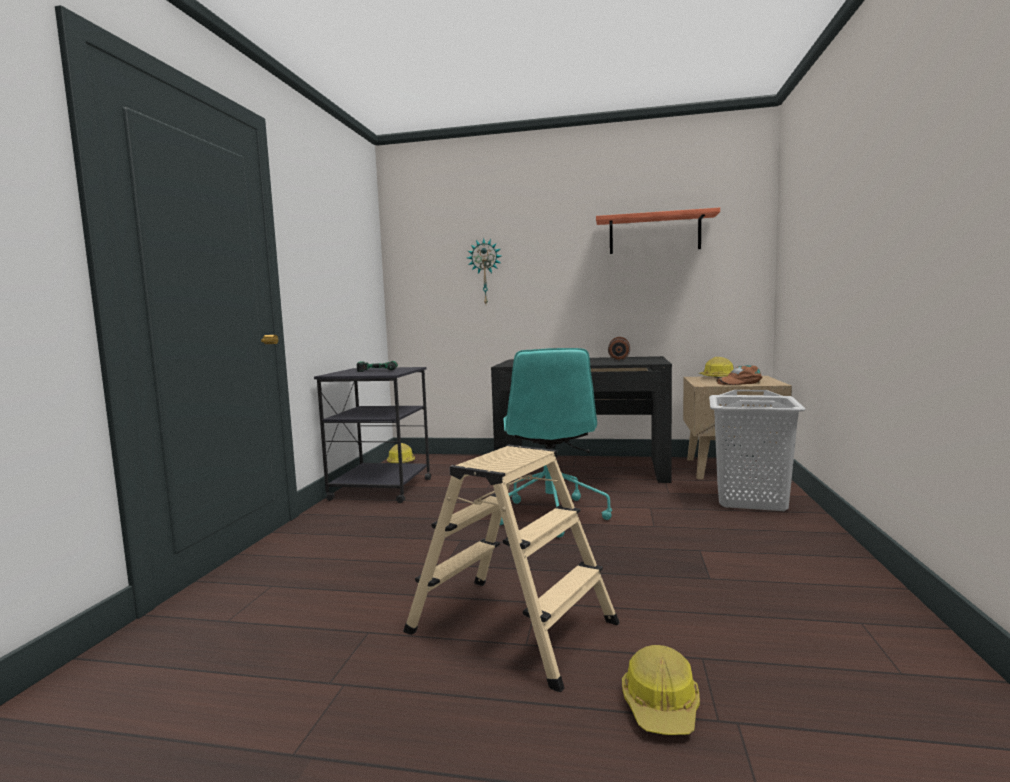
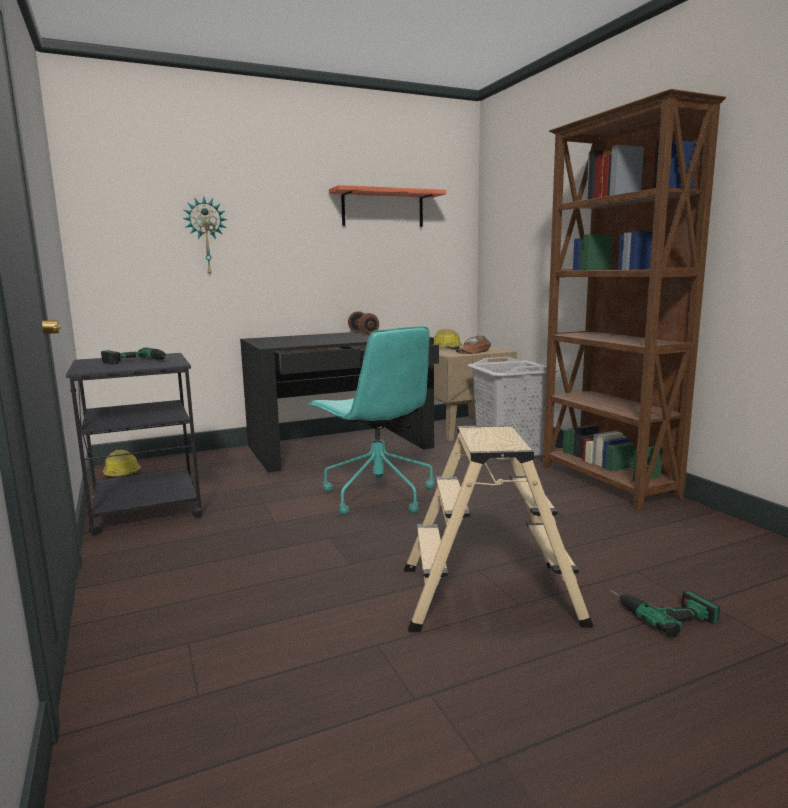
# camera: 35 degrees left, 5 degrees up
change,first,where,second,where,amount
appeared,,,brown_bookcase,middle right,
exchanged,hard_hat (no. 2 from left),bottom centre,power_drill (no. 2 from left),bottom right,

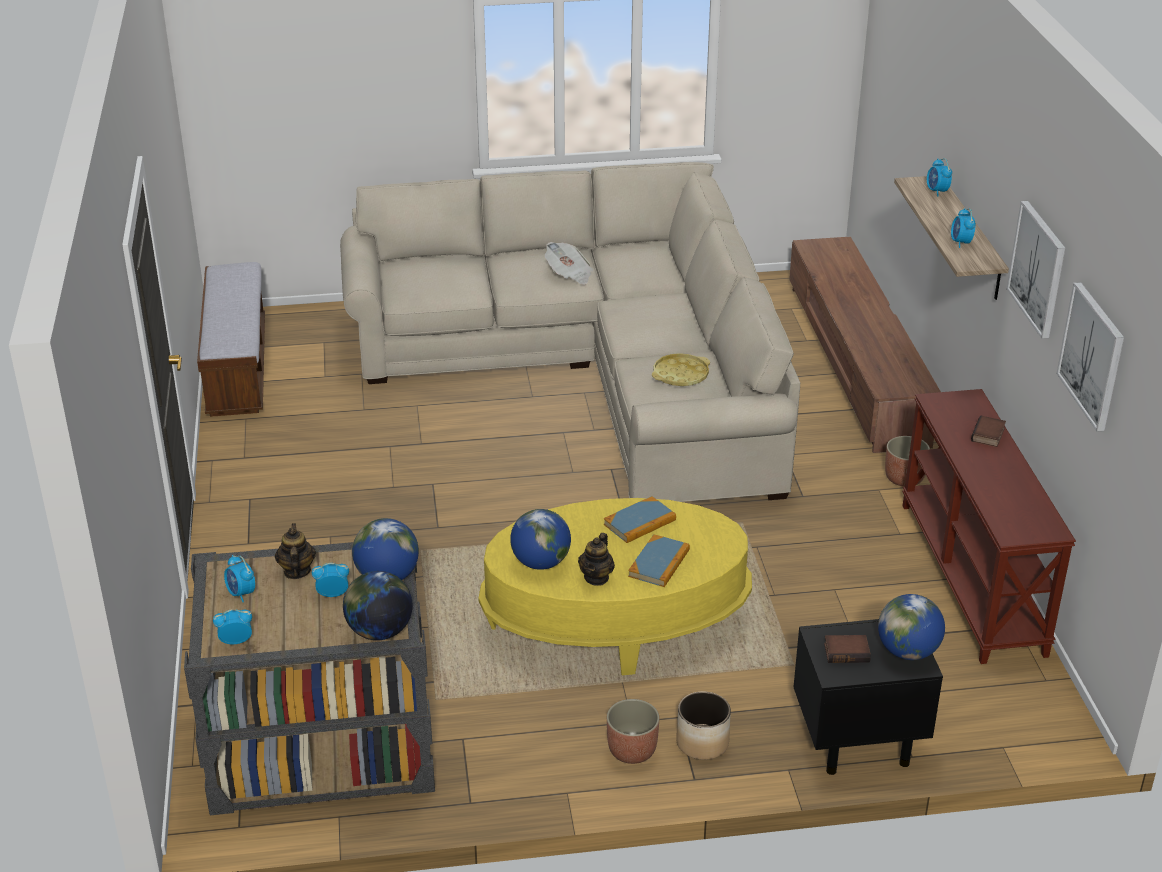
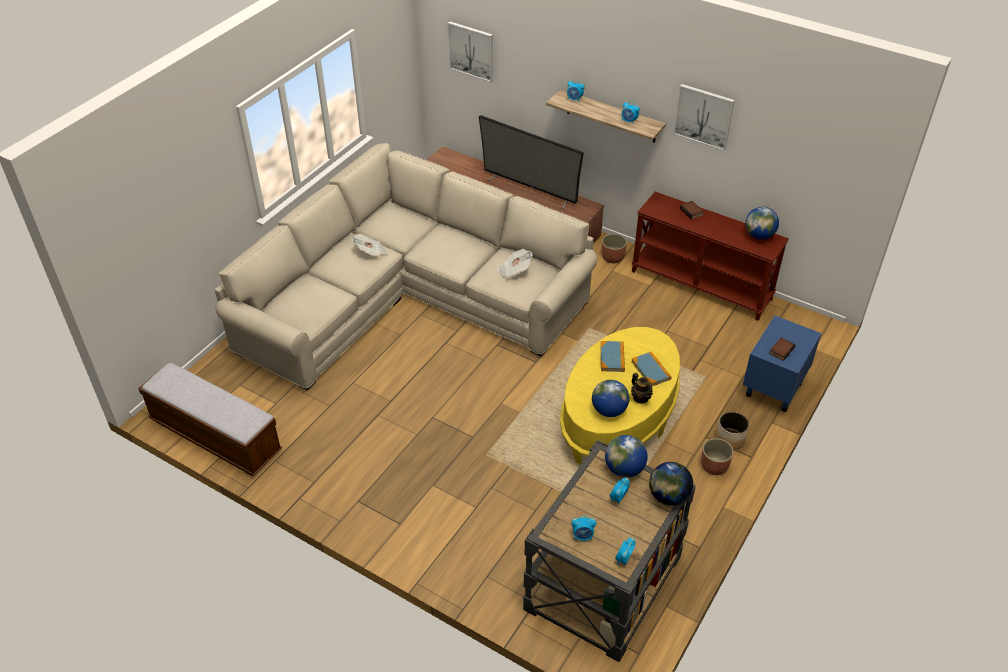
# camera: 50 degrees left, 10 degrees up
change,first,where,second,where,amount
missing,teapot (no. 1 from left),middle left,,,
appeared,,,television,top centre,
relocated,globe (no. 4 from left),bottom right,,top right,
relocated,picture (no. 2 from left in the first image),middle right,picture (no. 1 from left),top centre,
exchanged,yellow_tray,centre,newspaper (no. 2 from left),centre,
colour,black_nightstand,bottom right,blue_nightstand,middle right,

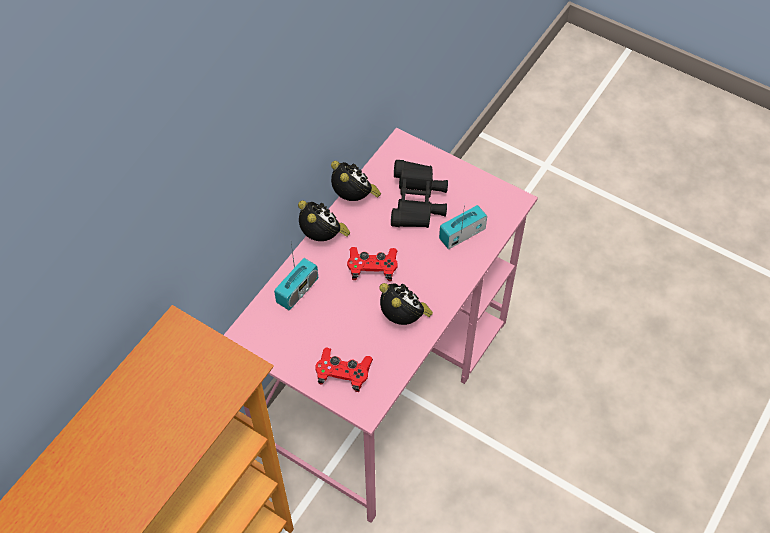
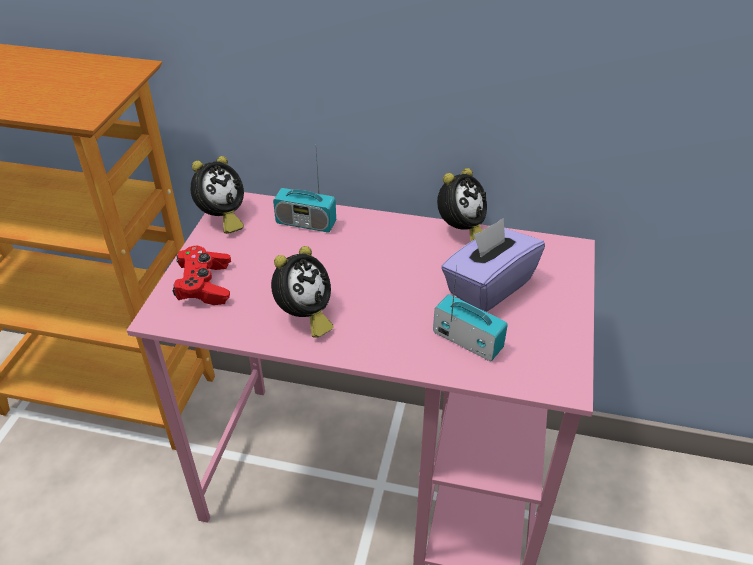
# camera: 70 degrees right, 15 degrees down
change,first,where,second,where,amount
missing,red_game_controller (no. 2 from left),centre,,,
relocated,alarm_clock (no. 1 from left),centre,,middle left,
exchanged,black_binoculars,centre,purple_tissue_box,centre,

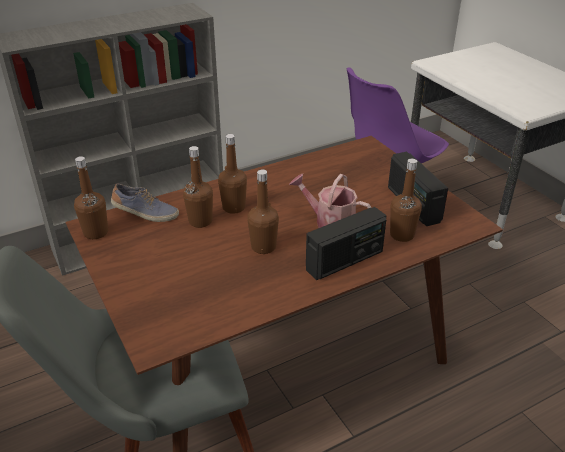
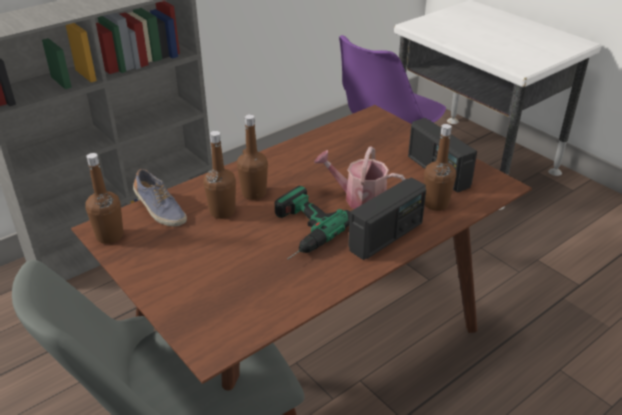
# camera: 10 degrees left, 0 degrees up
change,first,where,second,where,amount
exchanged,brown_bottle (no. 4 from left),centre,power_drill,centre,
spun,shoe,middle left,,middle left,45 degrees clockwise

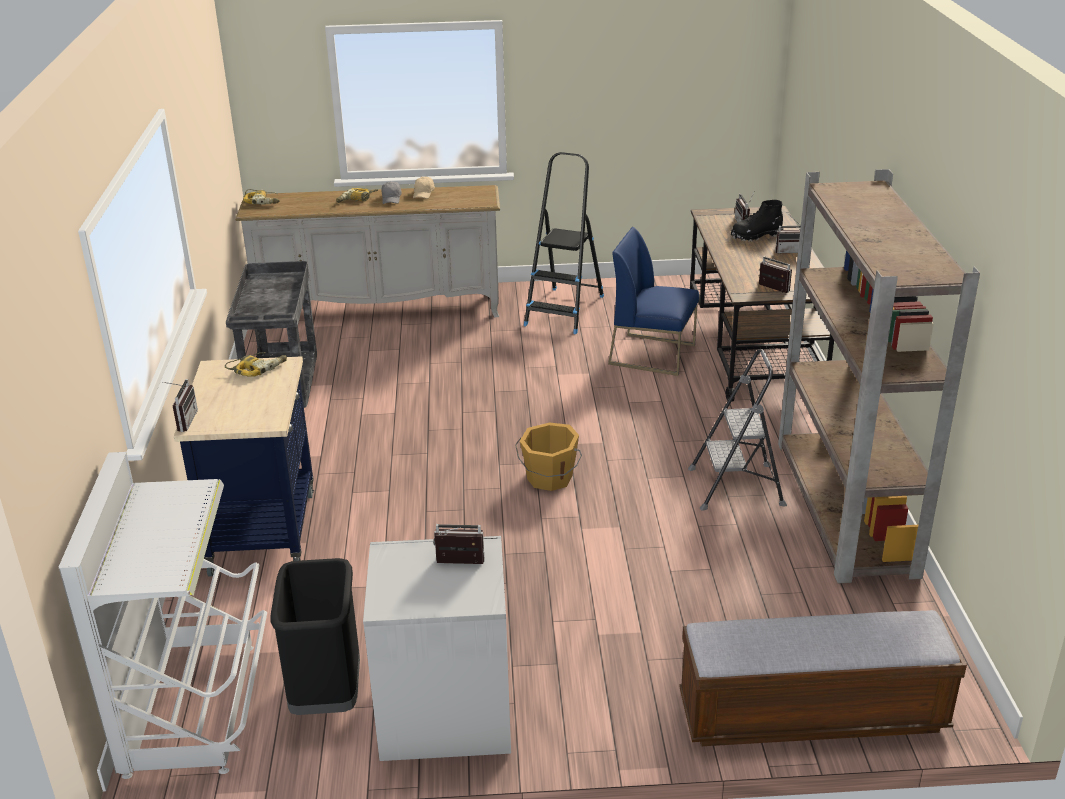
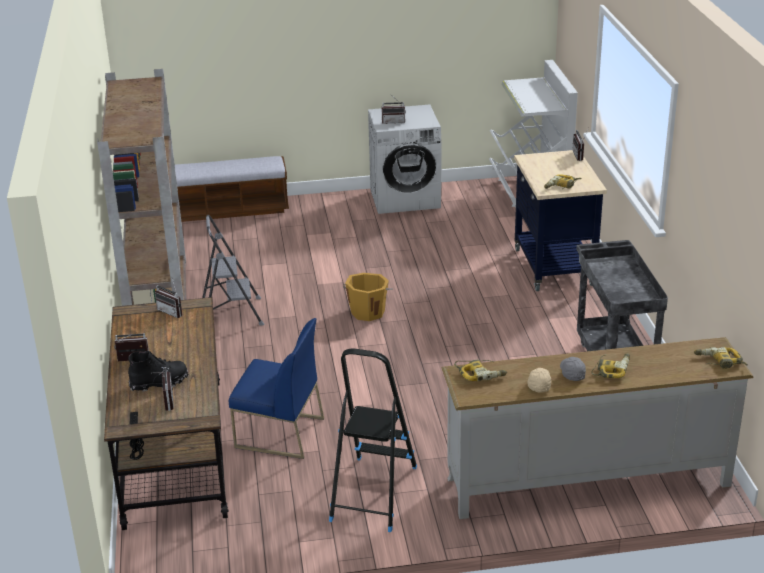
# camera: 175 degrees right, 0 degrees up
change,first,where,second,where,amount
missing,black_trash_can,bottom left,,,
appeared,,,power_drill (no. 1 from left),centre,

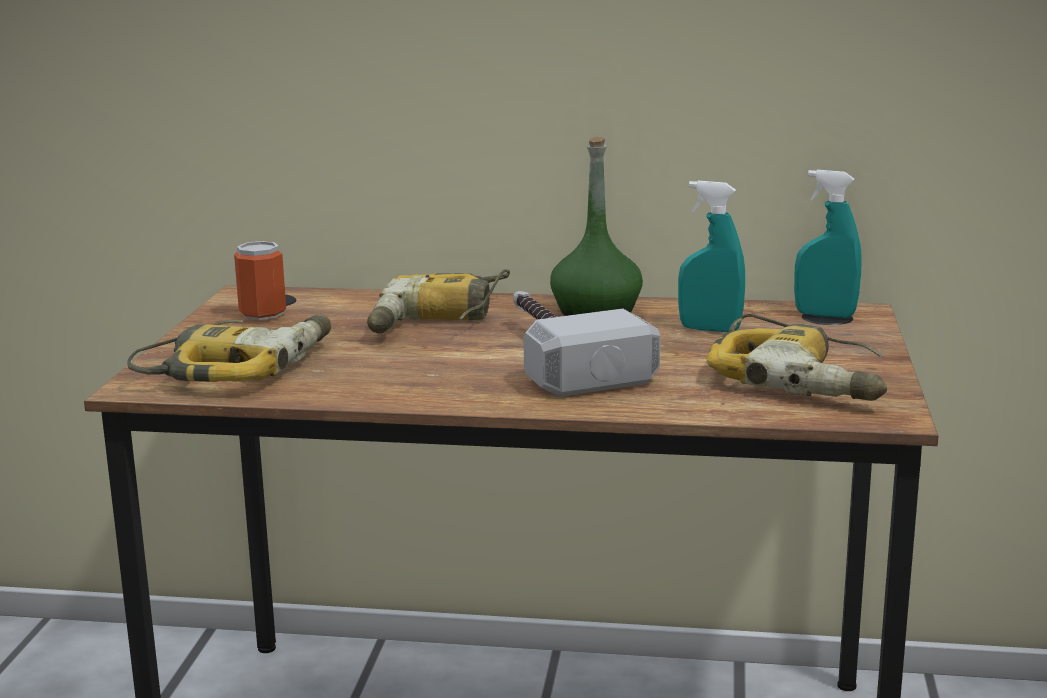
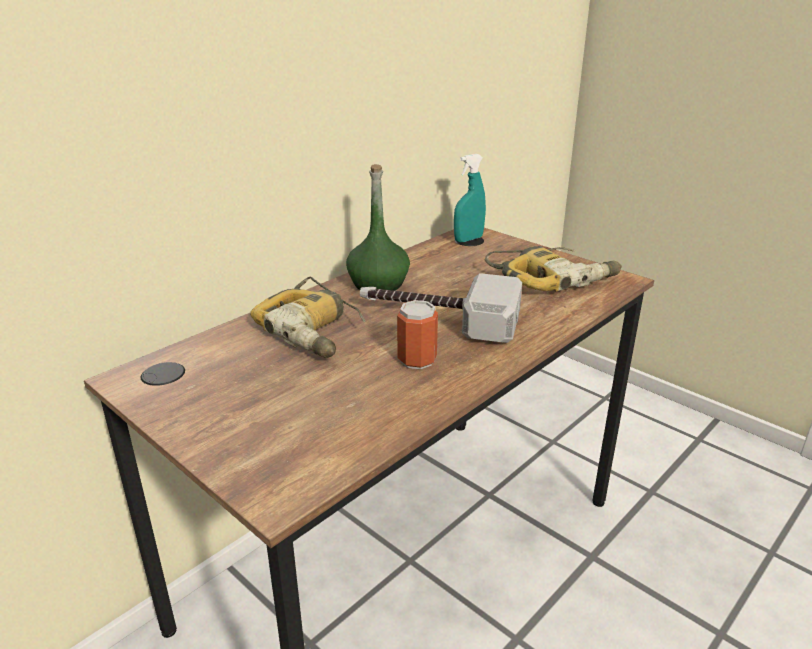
# camera: 55 degrees left, 10 degrees up
change,first,where,second,where,amount
missing,power_drill (no. 1 from left),middle left,,,
missing,turquoise_spray_bottle (no. 1 from left),middle right,,,
relocated,can,middle left,,centre,

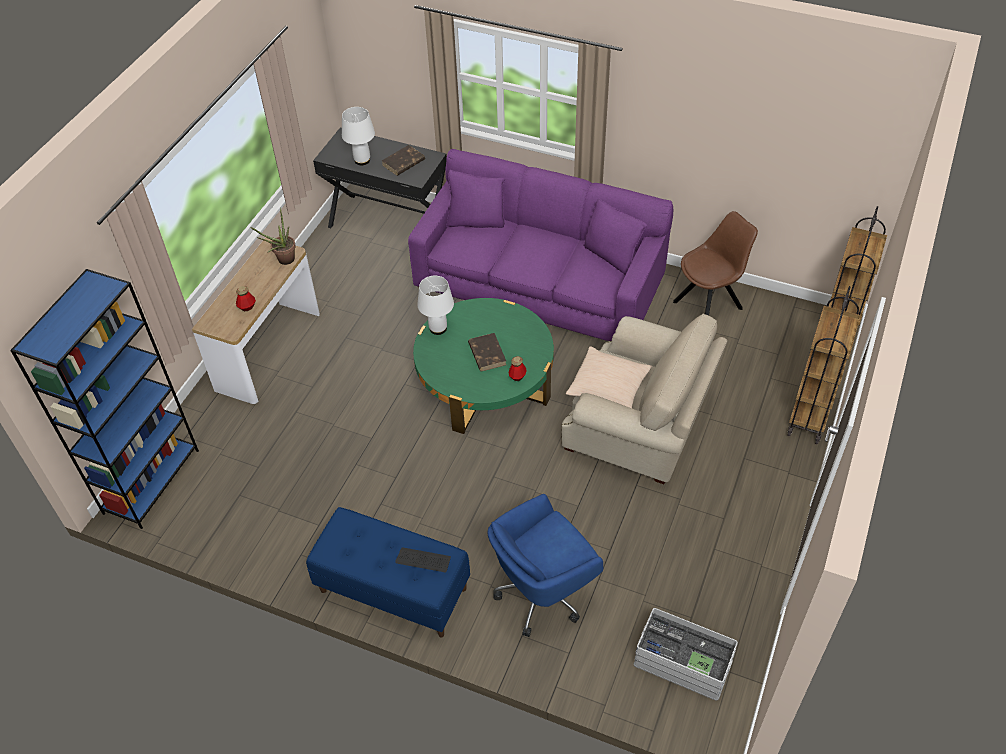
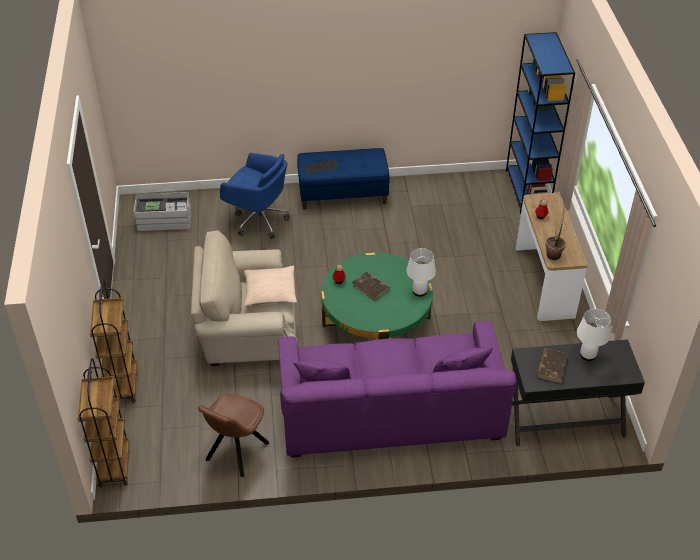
# camera: 150 degrees right, 5 degrees down
change,first,where,second,where,amount
spun,blue_office_chair,bottom centre,,centre,90 degrees clockwise

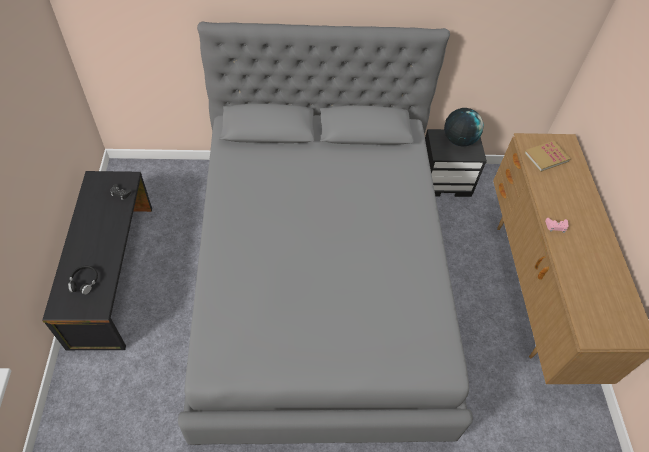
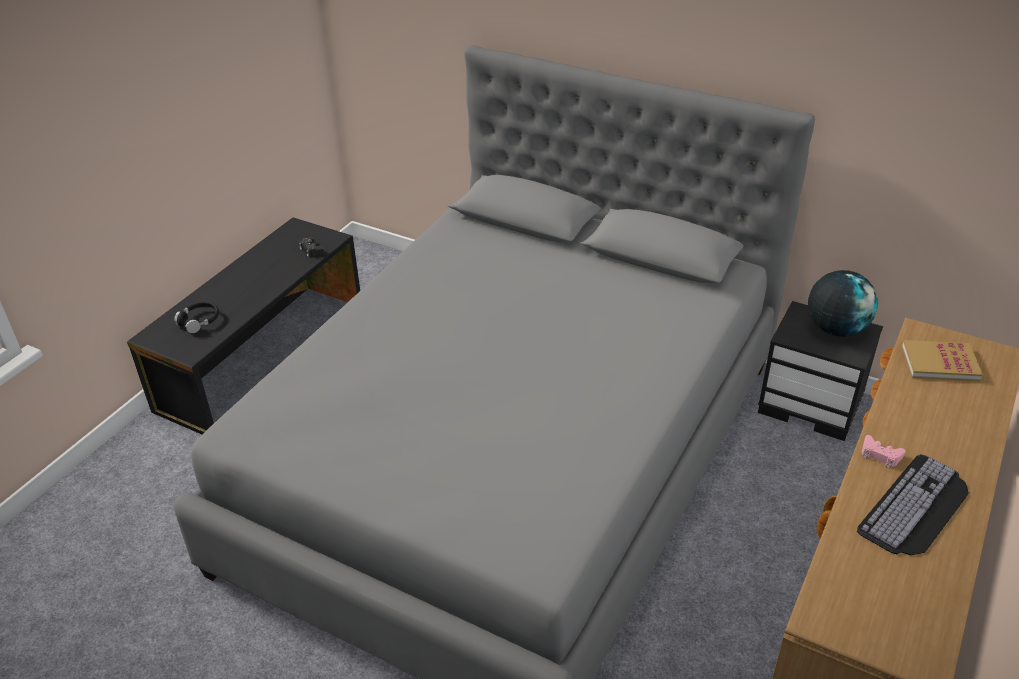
# camera: 35 degrees right, 15 degrees down
change,first,where,second,where,amount
appeared,,,keyboard,bottom right,

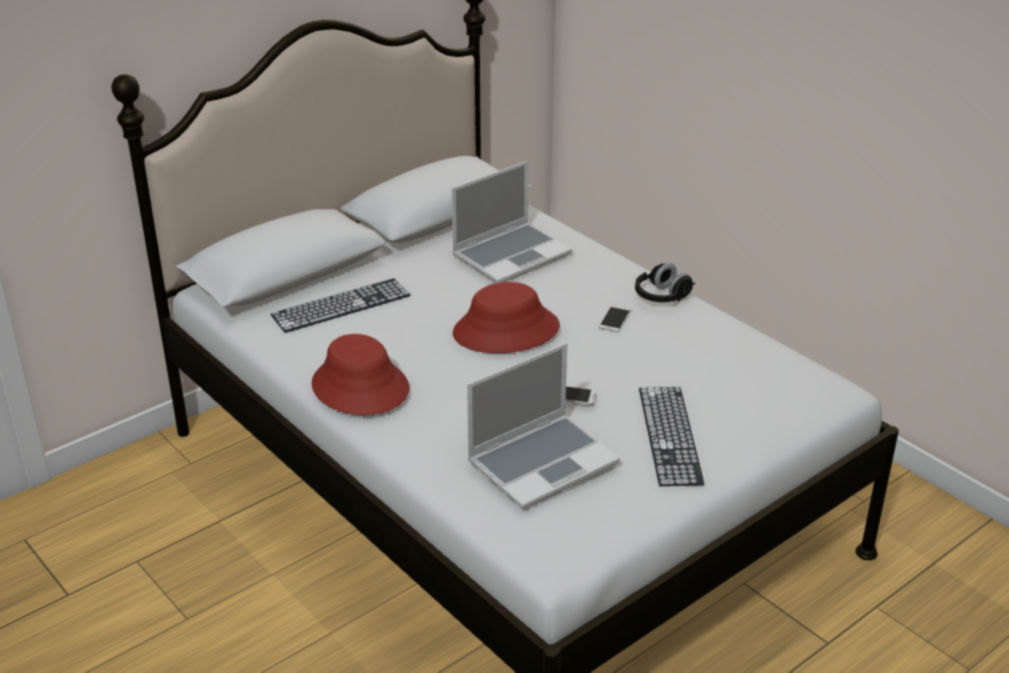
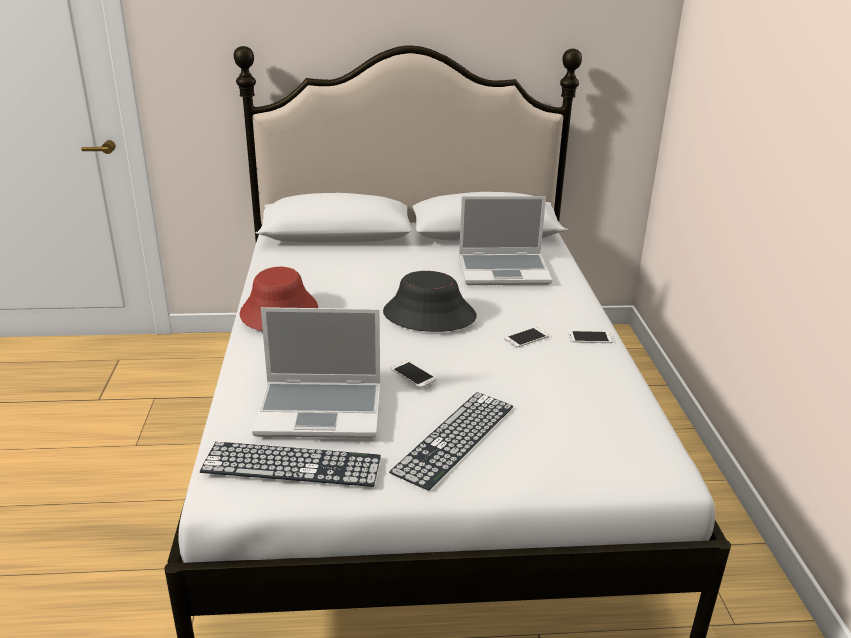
# camera: 35 degrees right, 5 degrees down
change,first,where,second,where,amount
relocated,keyboard (no. 1 from left),centre,,bottom centre,
exchanged,black_headphones,centre,phone (no. 3 from left),middle right,
colour,red_hat (no. 2 from left),centre,black_hat,centre,

